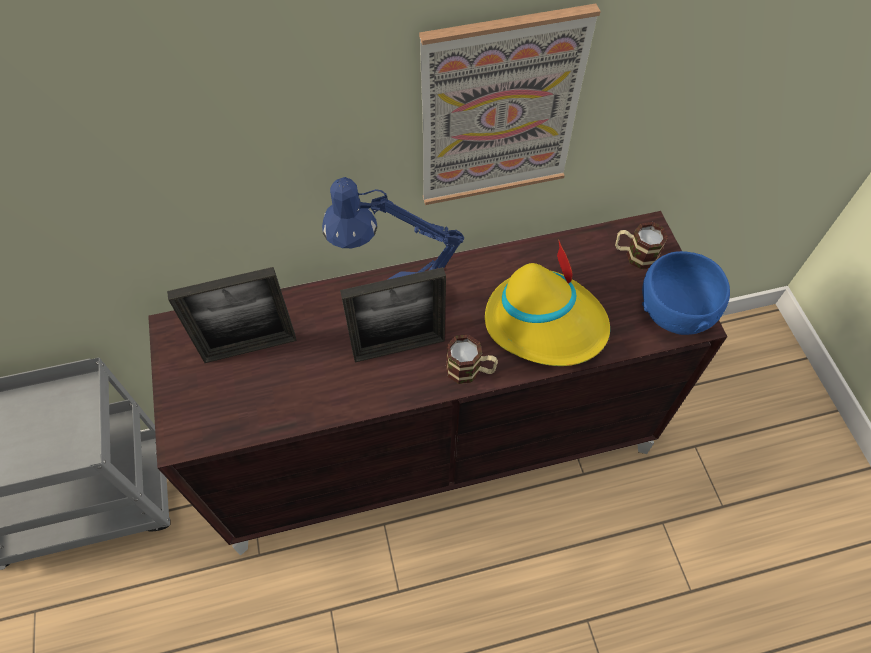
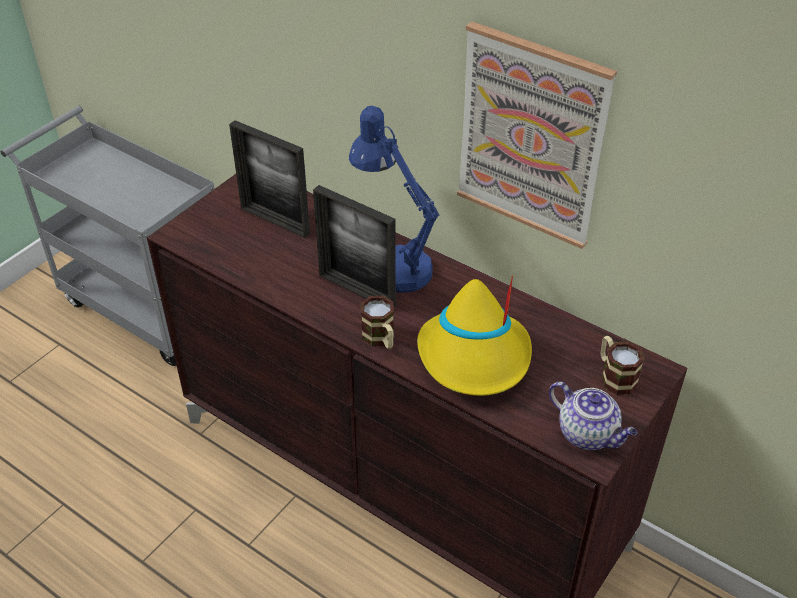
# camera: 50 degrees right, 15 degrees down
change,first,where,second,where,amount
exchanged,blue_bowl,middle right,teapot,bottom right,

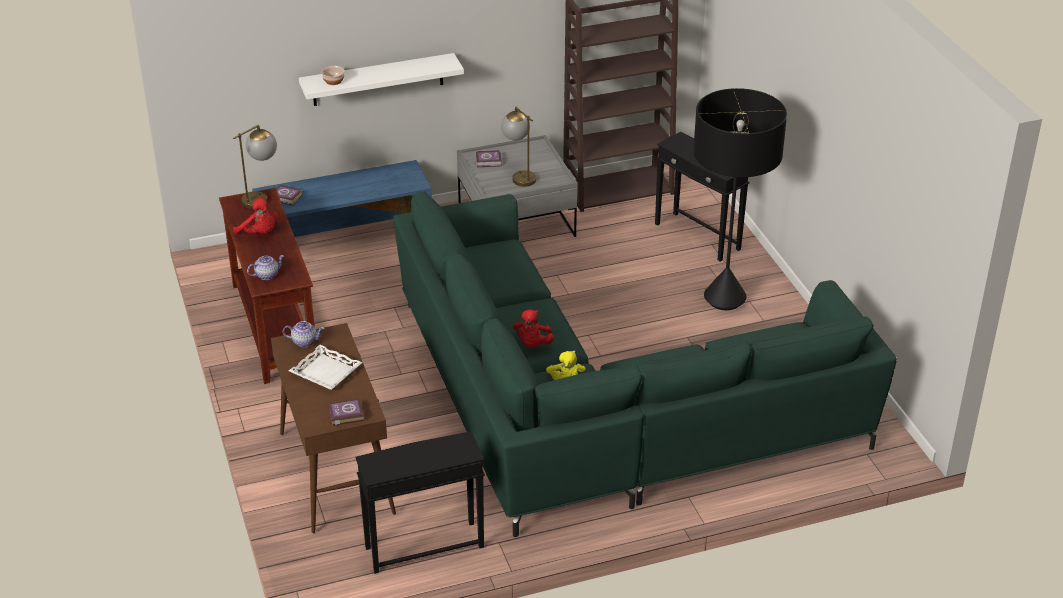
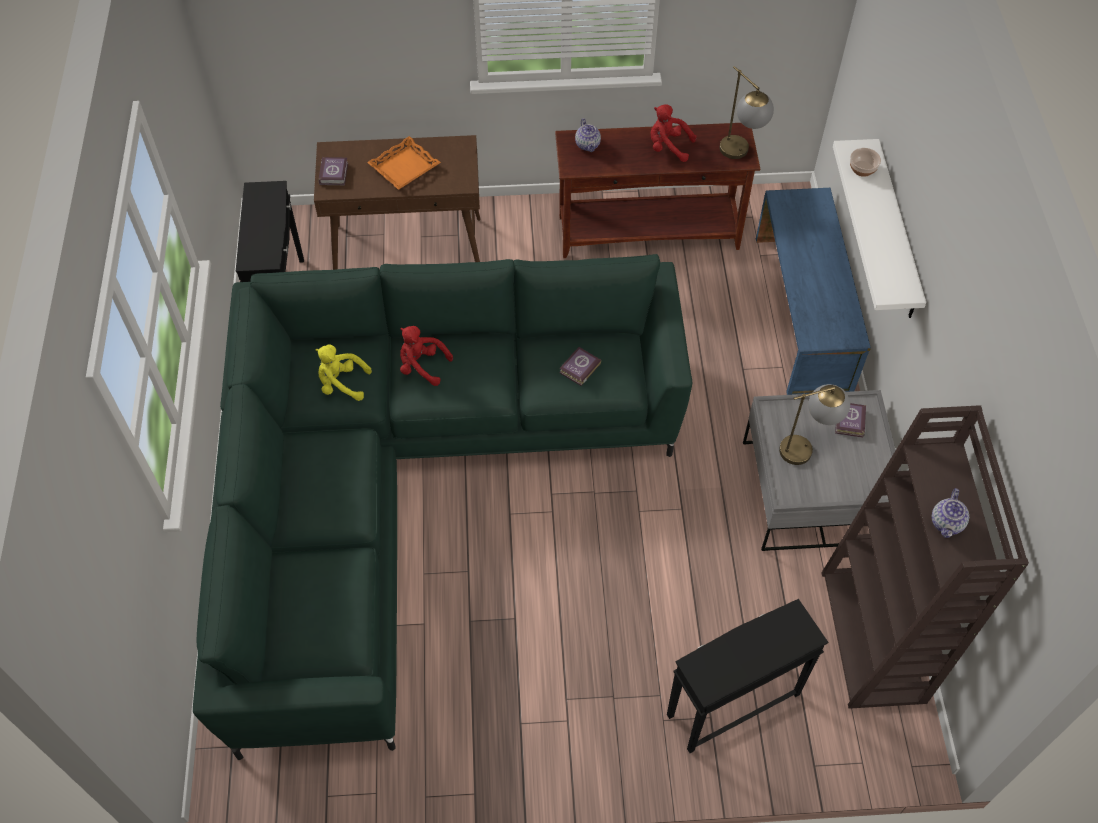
# camera: 105 degrees right, 20 degrees up
change,first,where,second,where,amount
missing,black_floor_lamp,top right,,,
relocated,book (no. 1 from left in the first image),top left,book (no. 2 from left),centre,
relocated,teapot (no. 2 from left),middle left,,middle right,
colour,white_tray,middle left,orange_tray,top centre,
spun,red_plush_toy (no. 1 from left in the first image),middle left,red_plush_toy (no. 2 from left),top centre,60 degrees clockwise

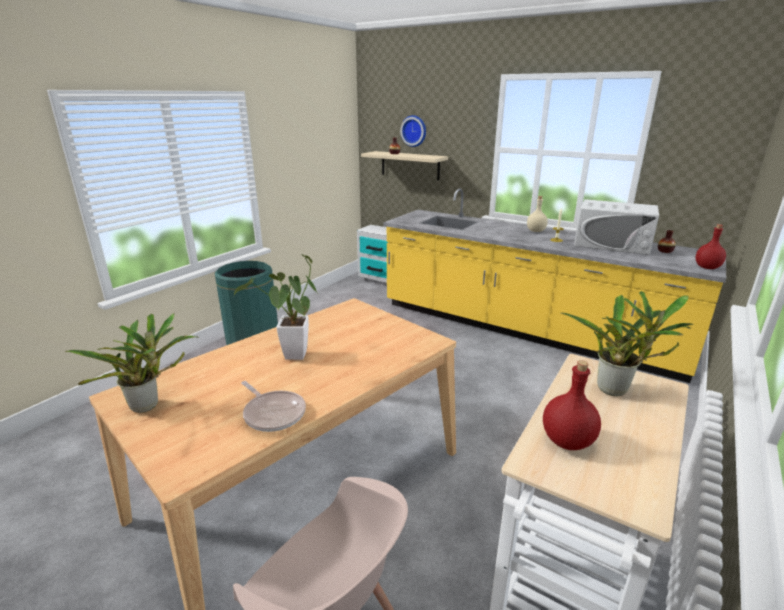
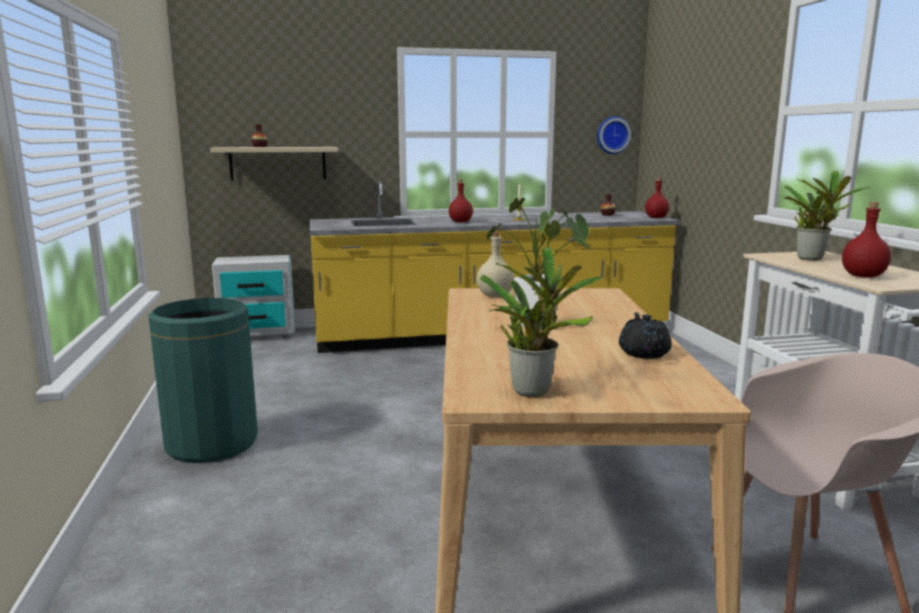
# camera: 45 degrees left, 10 degrees down
change,first,where,second,where,amount
missing,white_microwave,middle right,,,
appeared,,,red_bottle (no. 1 from left),top centre,
relocated,wall_clock,top centre,,top right,
relocated,beige_bottle,middle right,,centre,
exchanged,frying_pan,centre,black_teapot,middle right,

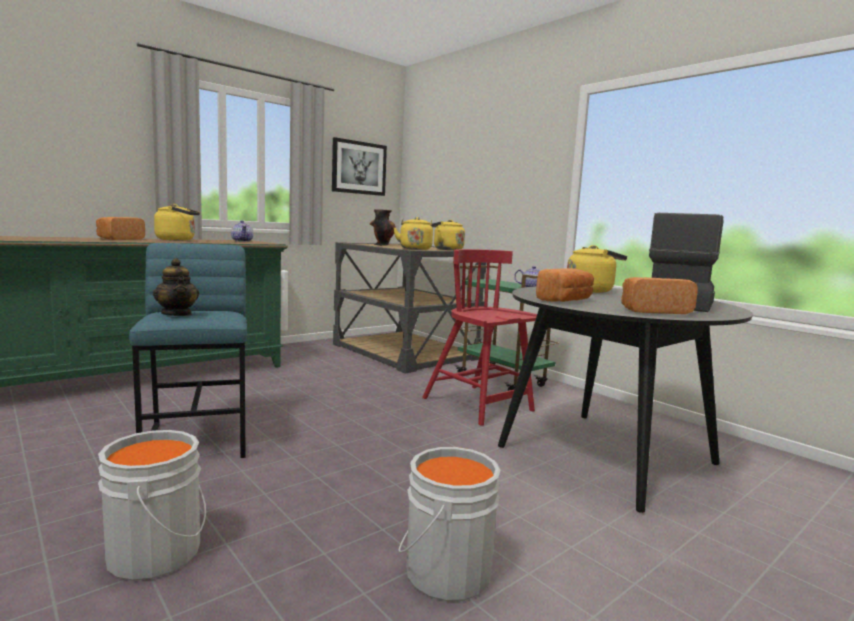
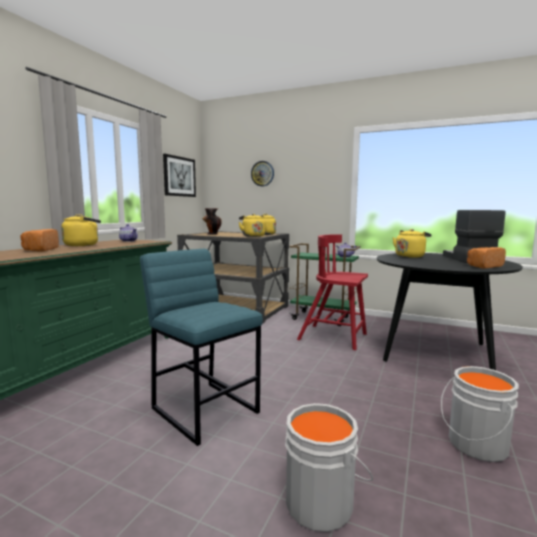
# camera: 25 degrees left, 0 degrees up
change,first,where,second,where,amount
missing,teapot (no. 1 from left),middle left,,,
missing,bread (no. 2 from left),centre,,,
appeared,,,wall_clock,top centre,

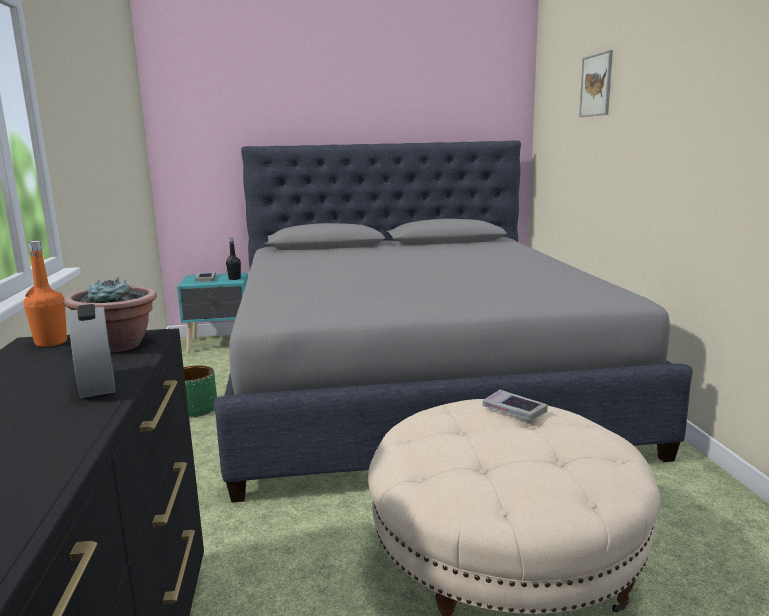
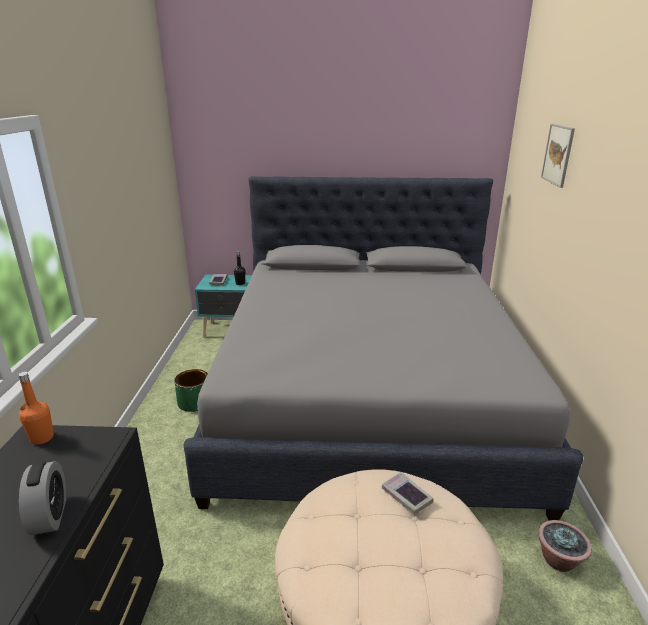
# camera: 10 degrees right, 10 degrees up
change,first,where,second,where,amount
relocated,potted_plant,middle left,,bottom right,

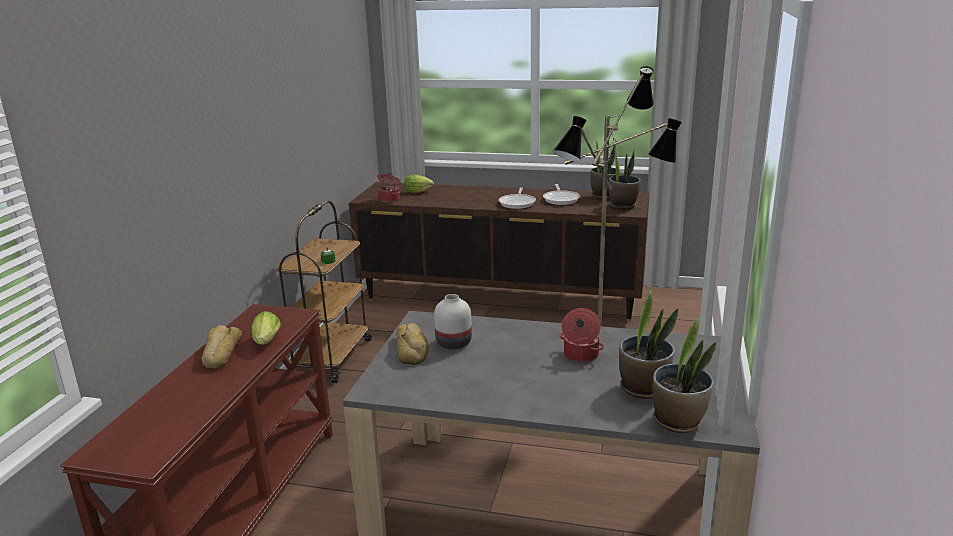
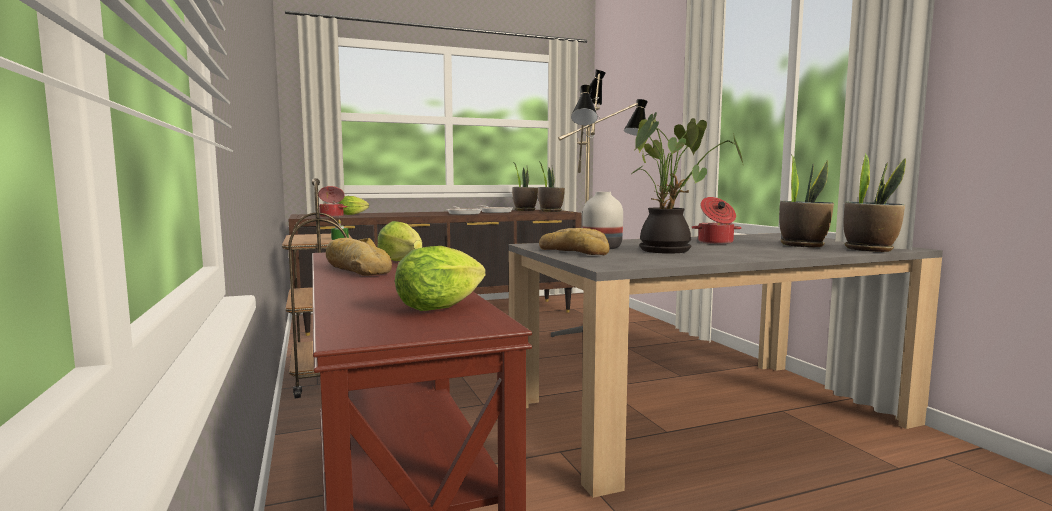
# camera: 35 degrees left, 15 degrees down
change,first,where,second,where,amount
appeared,,,lettuce (no. 3 from left),centre,
appeared,,,potted_plant (no. 3 from left),centre,

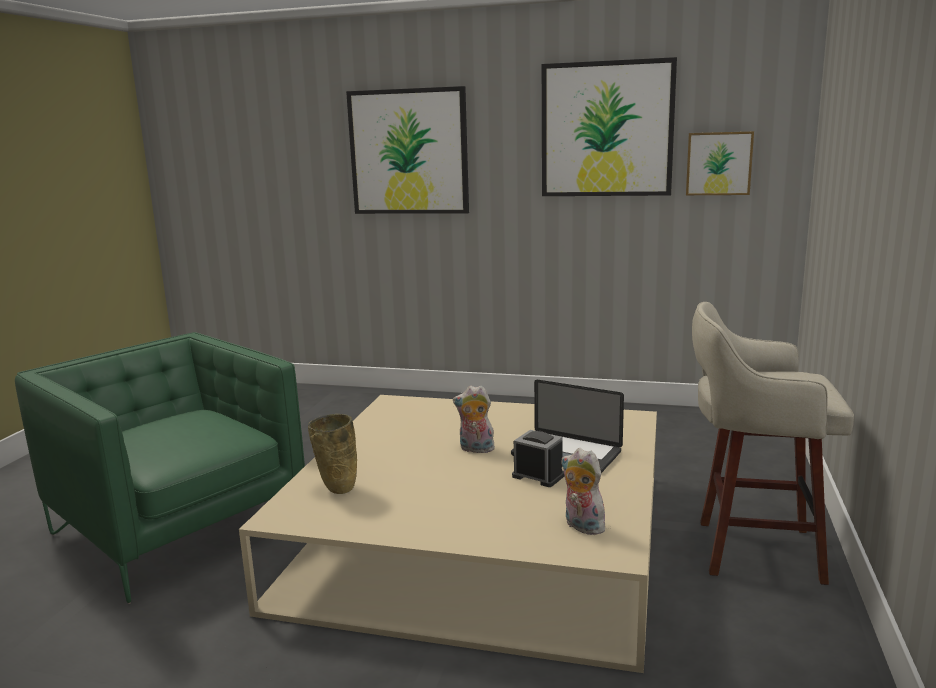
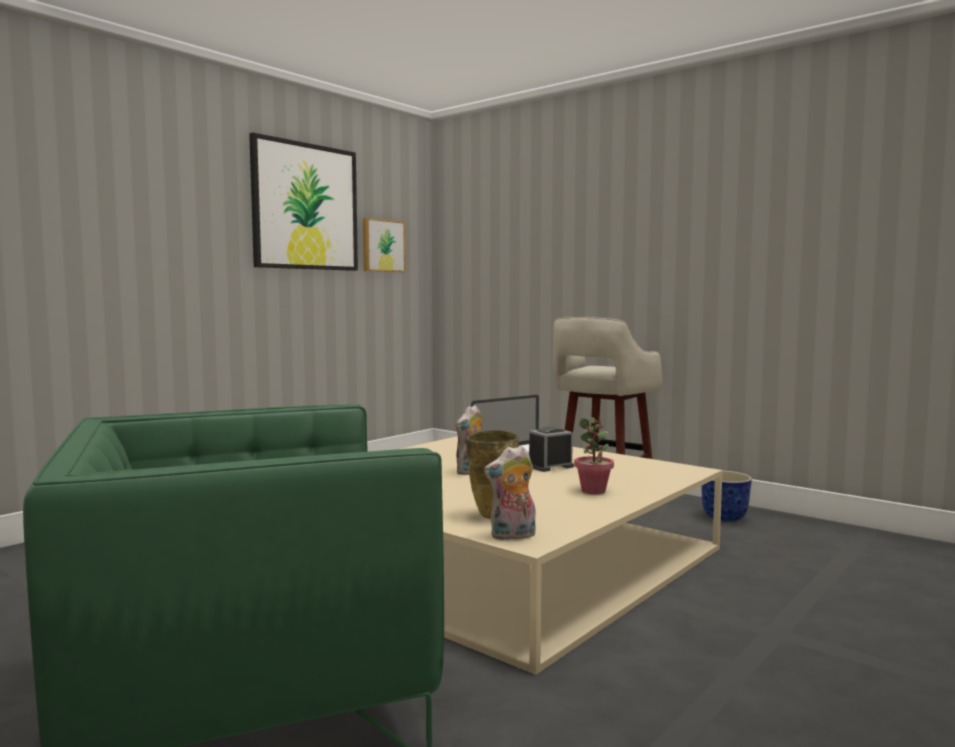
# camera: 65 degrees left, 10 degrees down
change,first,where,second,where,amount
missing,picture (no. 1 from left),top centre,,,
appeared,,,potted_plant,centre,
appeared,,,planter,middle right,
relocated,plush_toy (no. 2 from left),bottom centre,,centre,

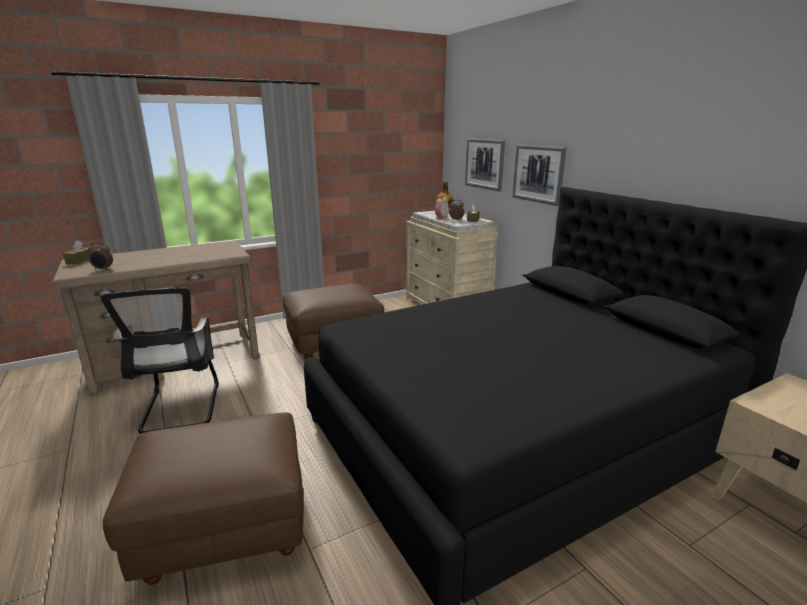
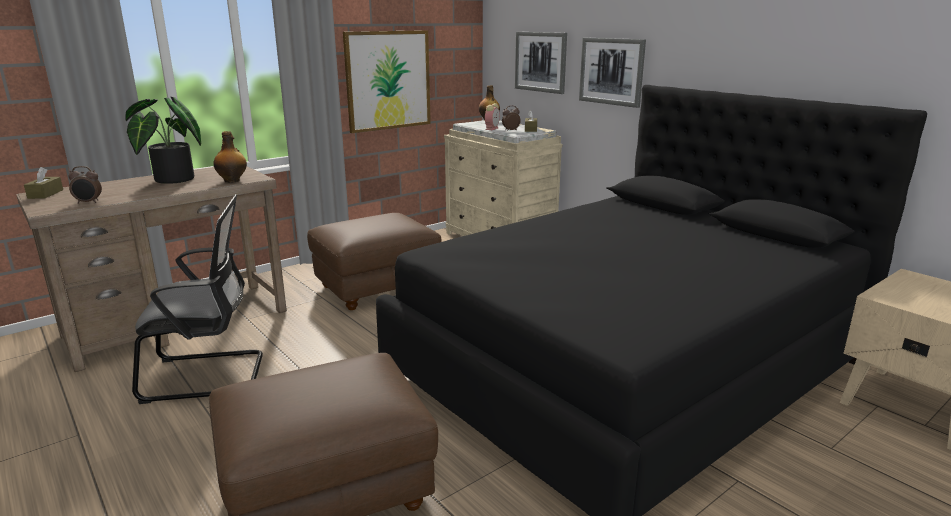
# camera: 10 degrees left, 0 degrees up
change,first,where,second,where,amount
appeared,,,potted_plant,top left,
appeared,,,bottle (no. 1 from left),top left,
appeared,,,picture (no. 1 from left),top centre,
spun,chair,middle left,,middle left,75 degrees counterclockwise

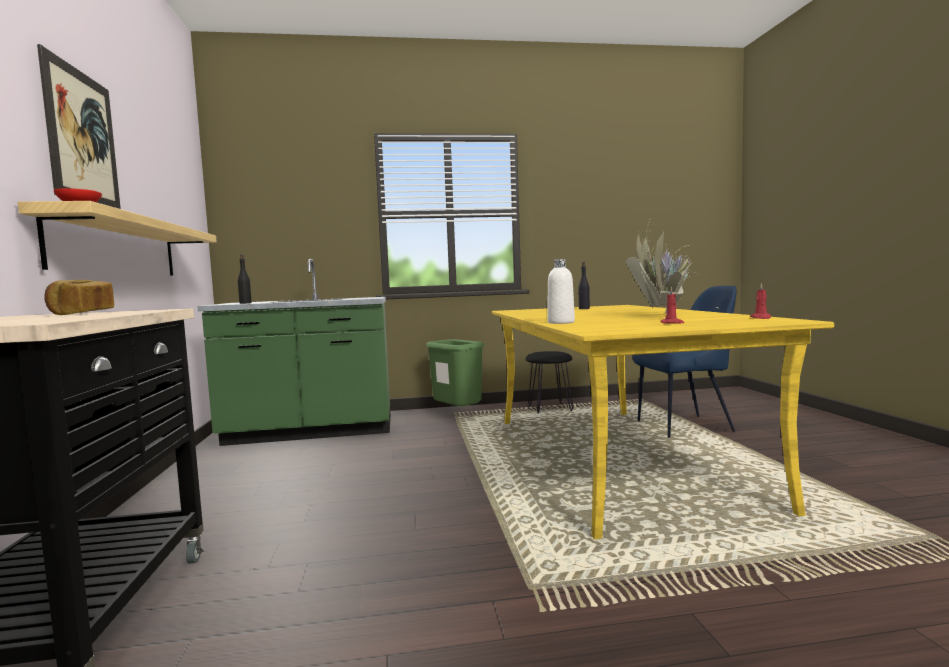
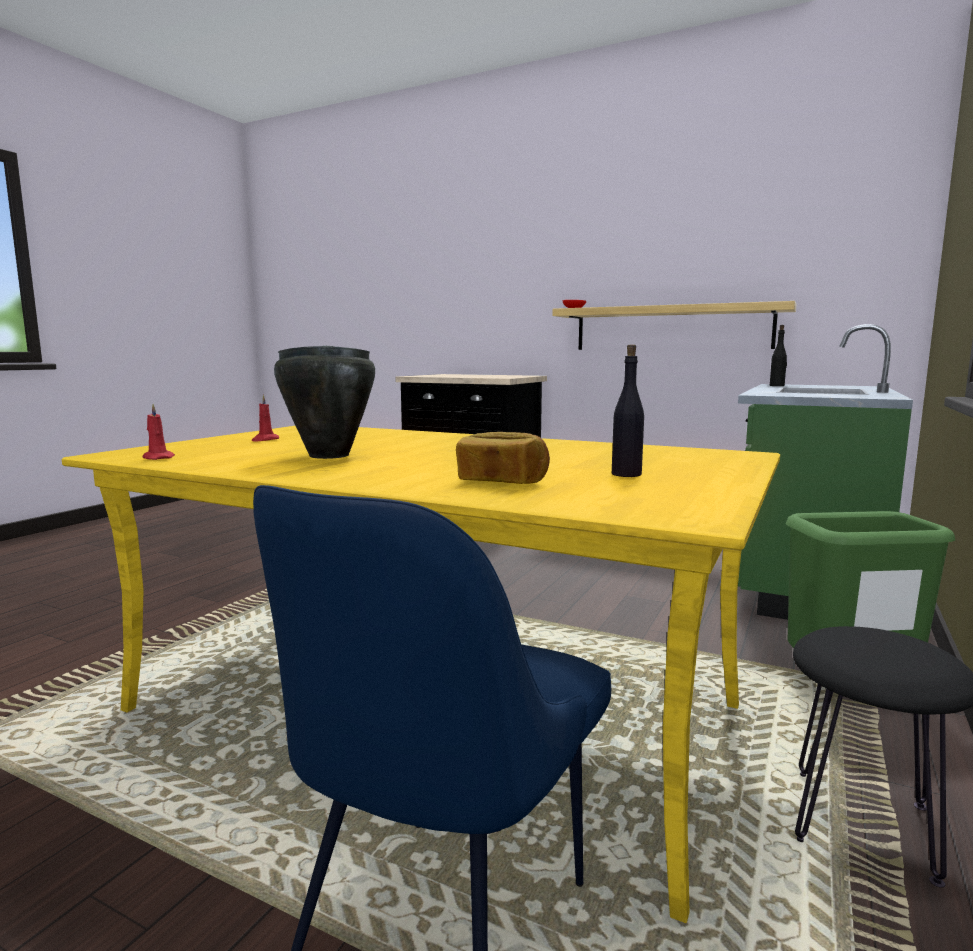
# camera: 125 degrees right, 5 degrees up
change,first,where,second,where,amount
missing,picture,top left,,,
missing,white_bottle,centre,,,
relocated,bread,middle left,,centre,
exchanged,potted_plant,middle right,black_cooking_pot,middle left,

